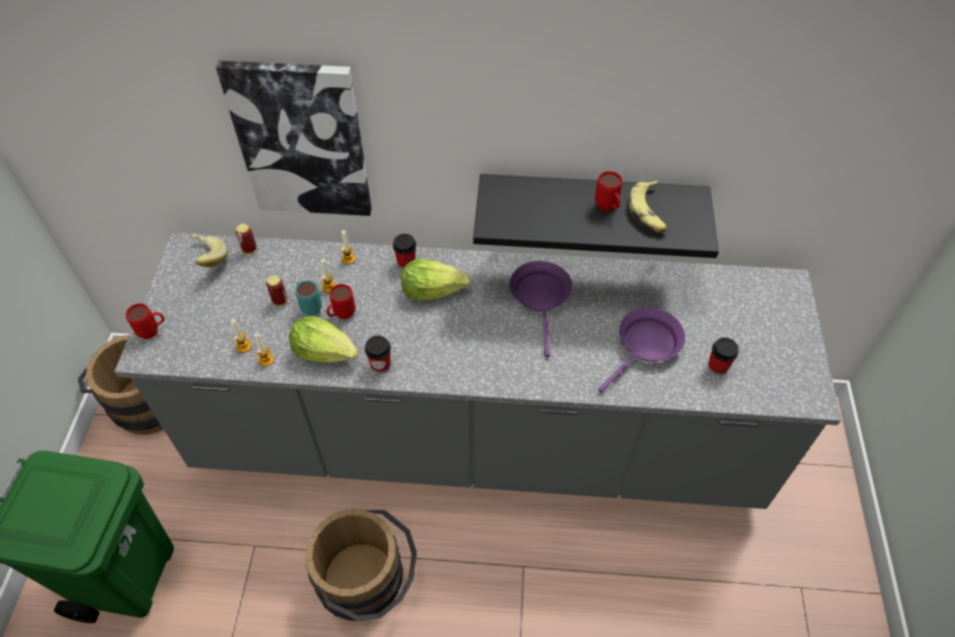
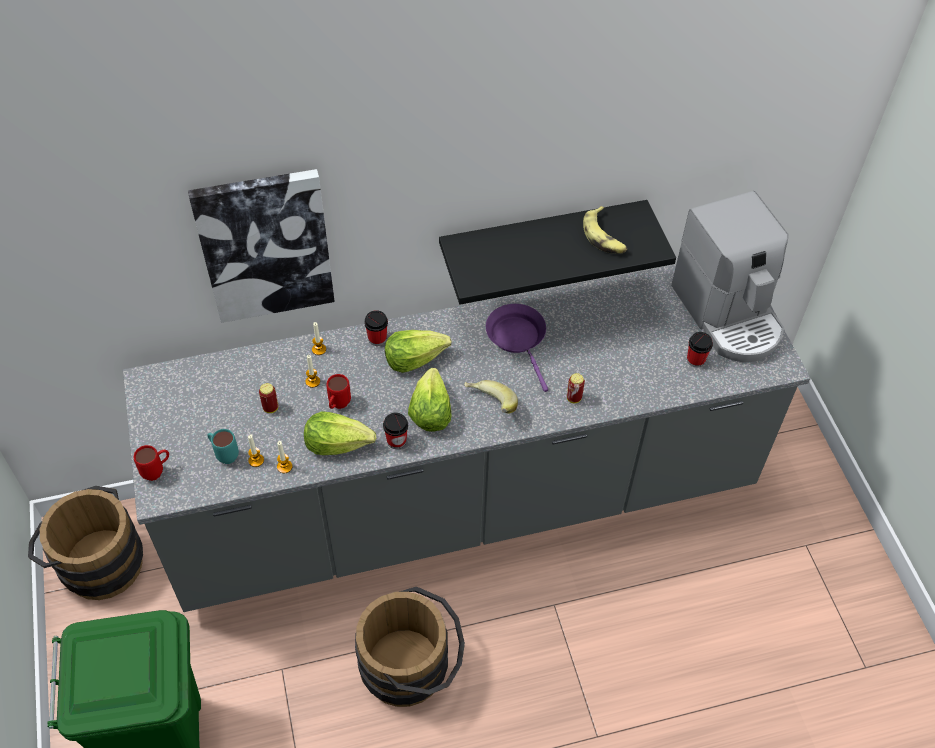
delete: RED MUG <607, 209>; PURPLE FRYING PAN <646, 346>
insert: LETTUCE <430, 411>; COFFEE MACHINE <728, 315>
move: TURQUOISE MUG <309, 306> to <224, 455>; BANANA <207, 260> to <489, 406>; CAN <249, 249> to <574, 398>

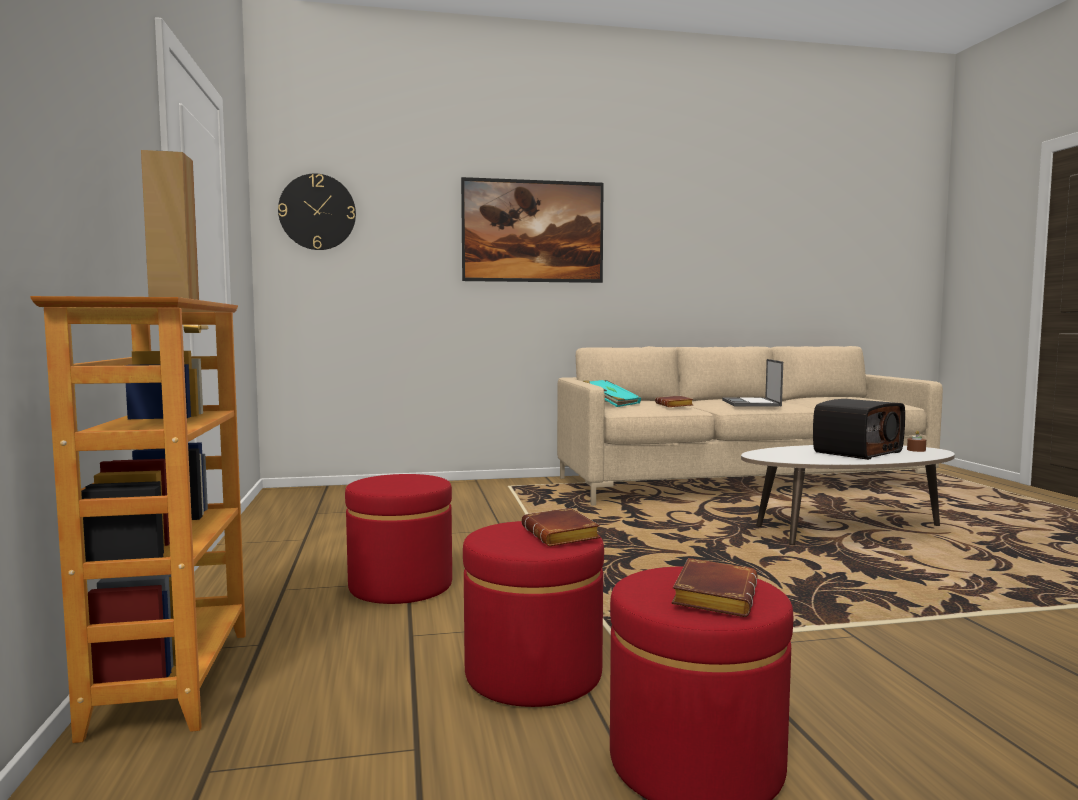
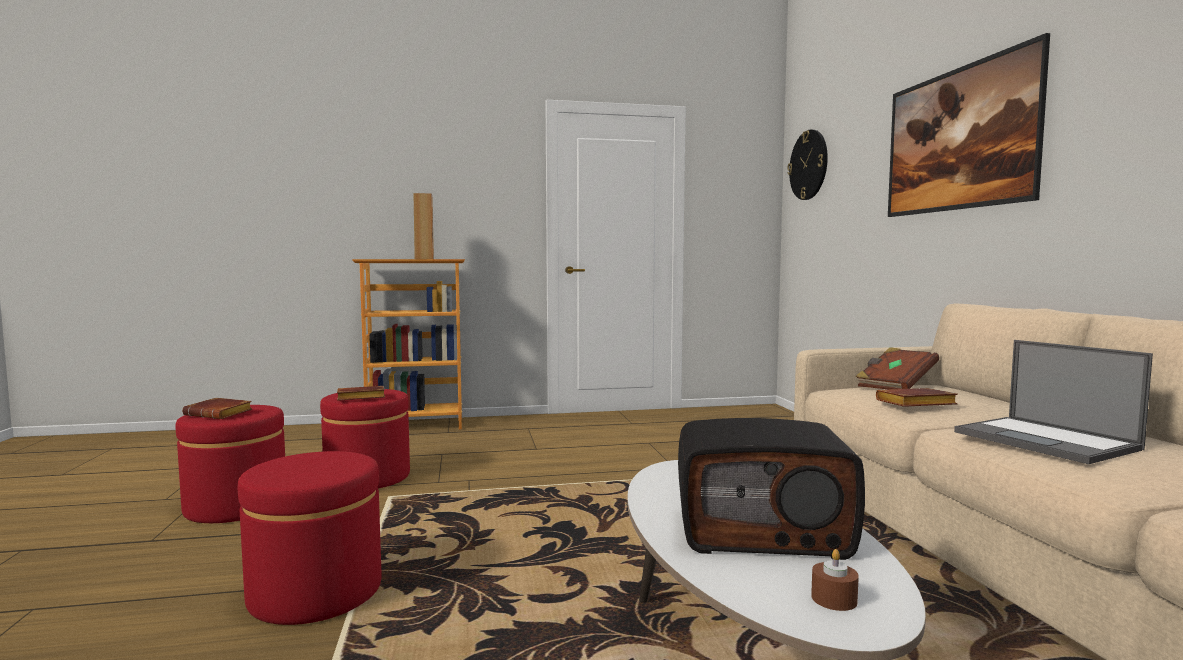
move: RED OTTOMAN <400, 586> to <316, 592>
recolor: TURQUOISE BOOK <610, 404> to BROWN BOOK <895, 385>
rotate: RADIO <856, 452> = <762, 531> 45 degrees counterclockwise; LAPTOP <751, 403> = <1047, 441> 120 degrees counterclockwise

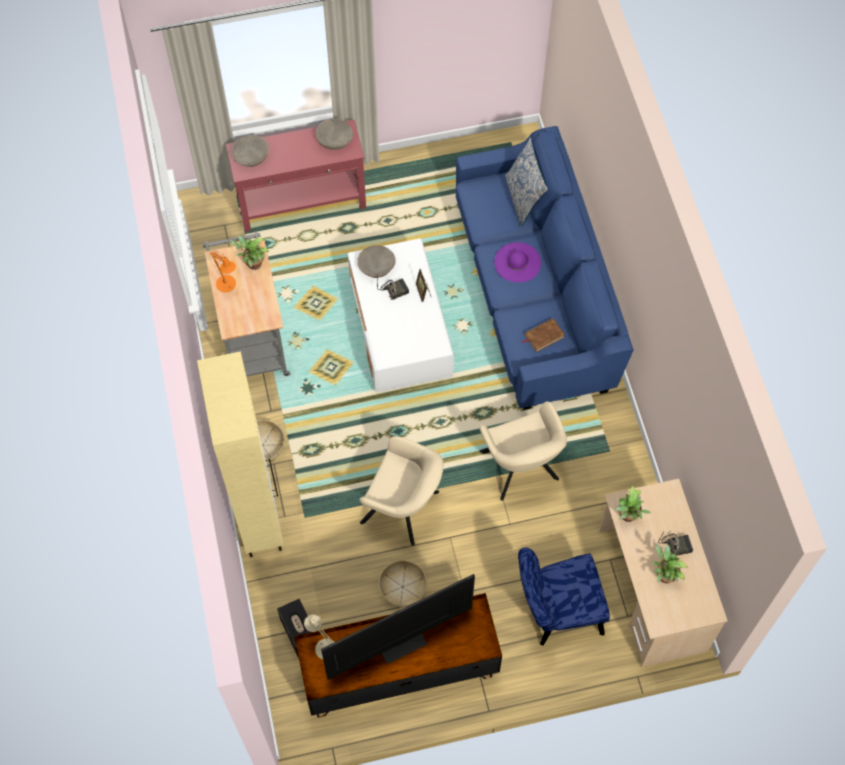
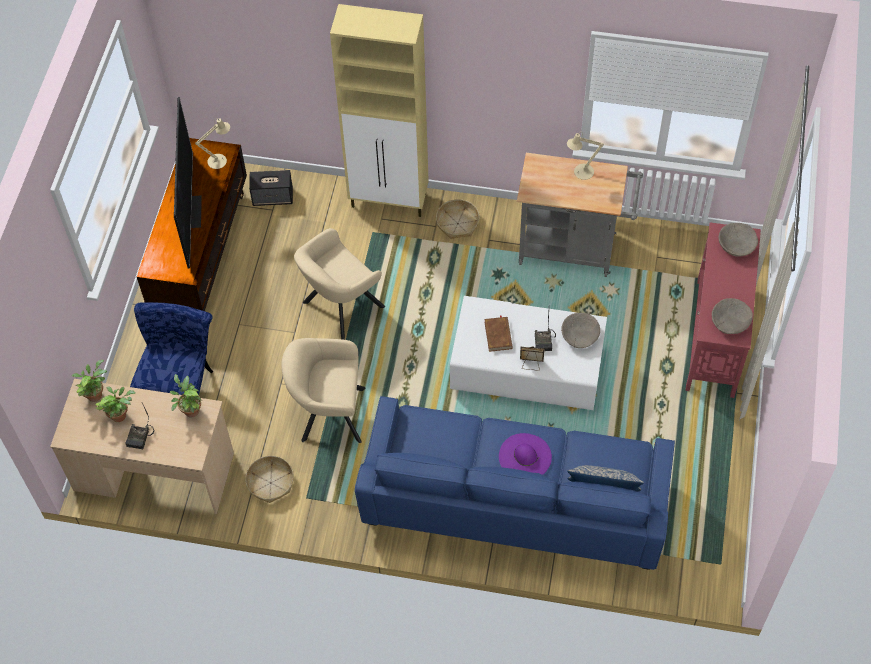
move: POTTED PLANT <252, 264> to <95, 393>; BASKET <402, 586> to <271, 482>; BROWN BOOK <544, 336> to <498, 335>
recolor: ORANGE TABLE LAMP <227, 285> to BEIGE TABLE LAMP <581, 172>

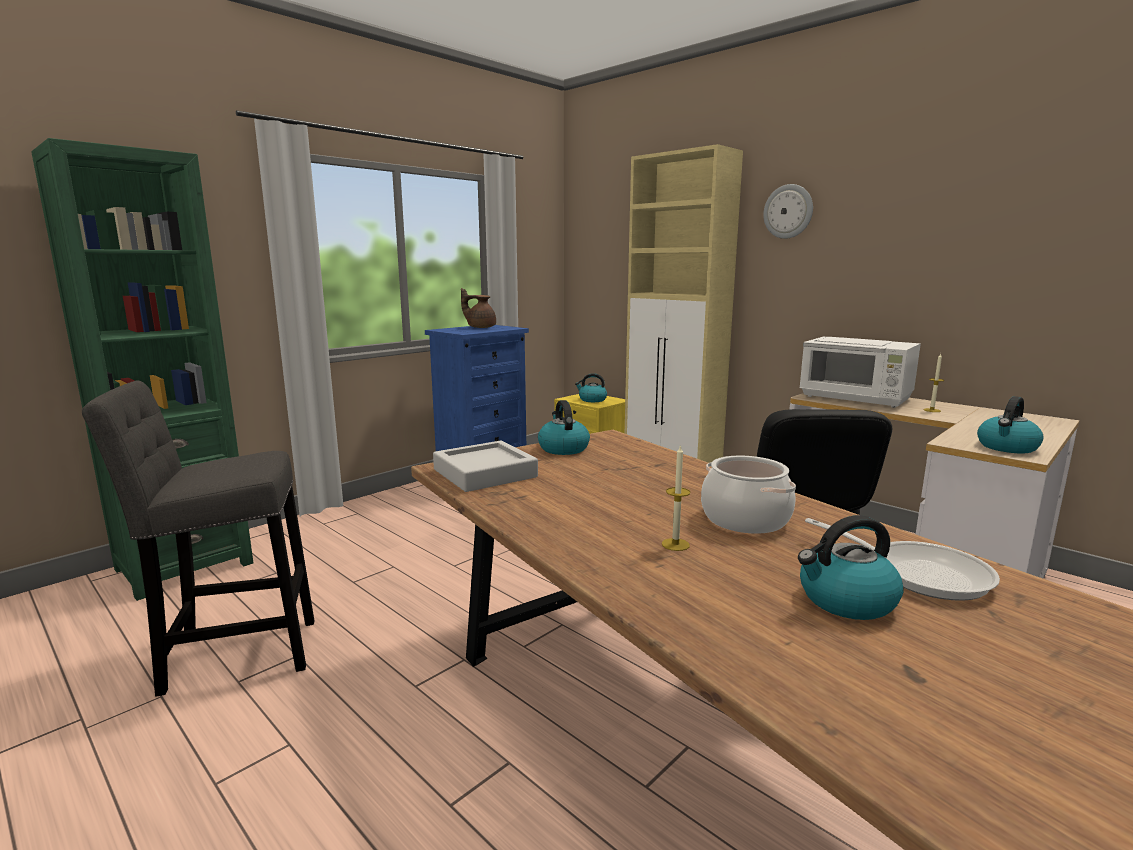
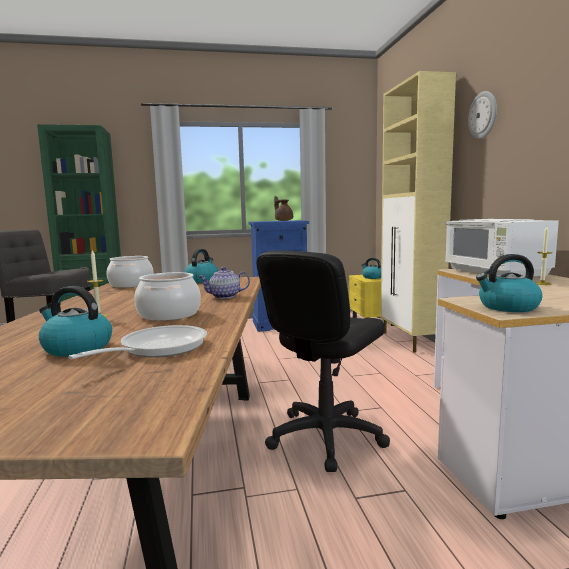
insert: TEAPOT <224, 296>
replace: GREY TRAY <485, 473> to COOKING POT <131, 284>
rotate: FRYING PAN <918, 573> = <157, 349> 135 degrees counterclockwise

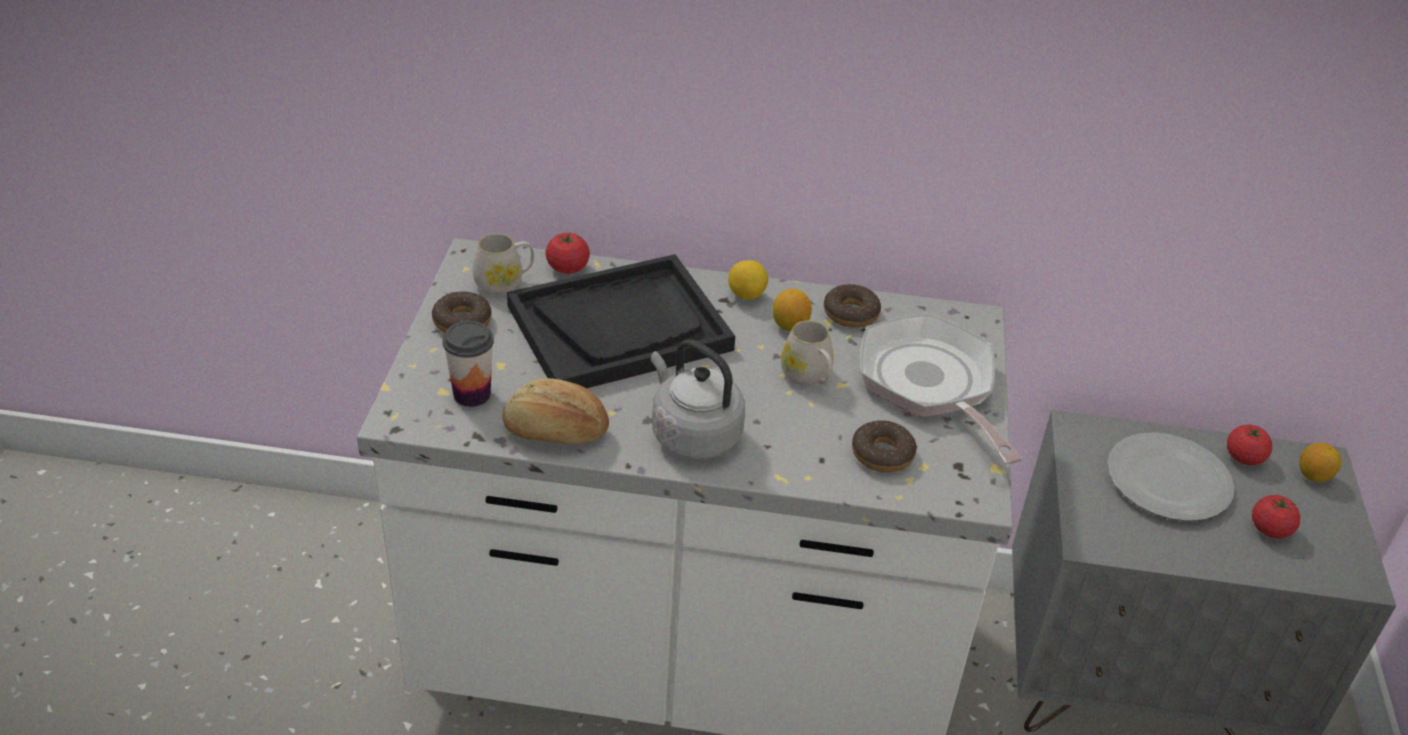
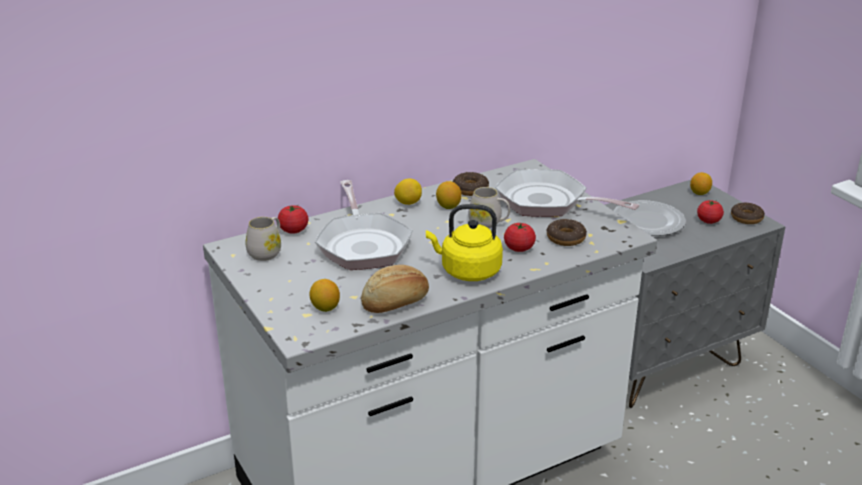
move: TOMATO <1244, 457> to <519, 248>; DONUT <462, 321> to <746, 218>
replace: CUP <472, 394> to LEMON <325, 308>; BLACK TRAY <619, 328> to FRYING PAN <363, 244>
recolor: GREY KETTLE <692, 434> to YELLOW KETTLE <467, 271>

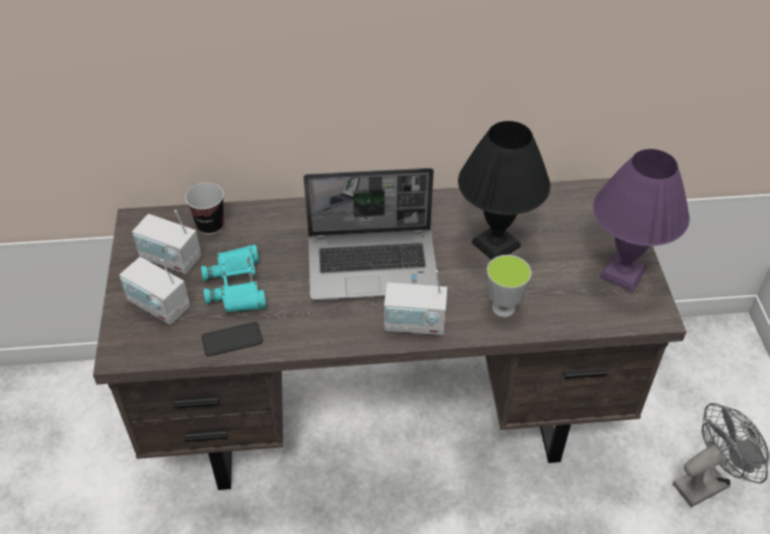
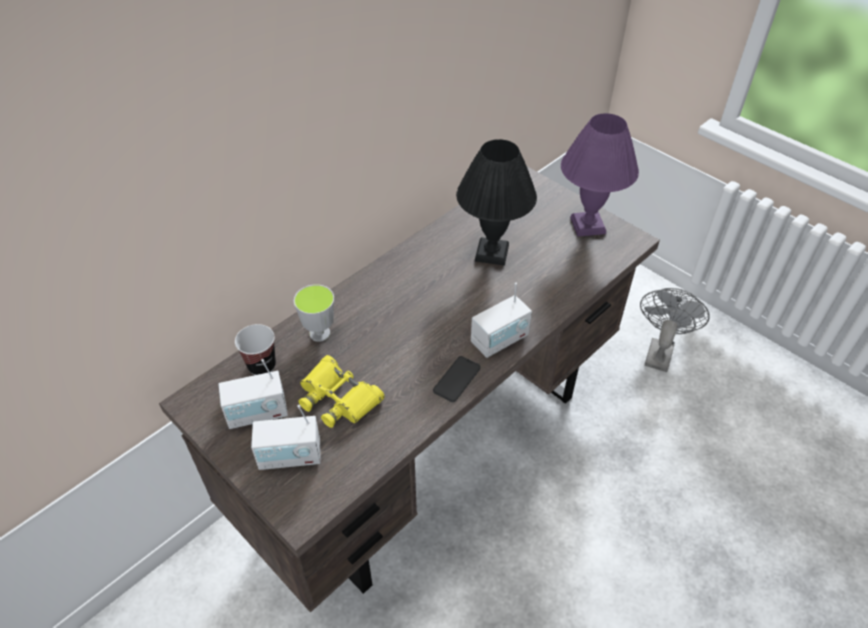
delete: LAPTOP <374, 264>
move: CUP <503, 308> to <320, 333>; PHONE <232, 339> to <457, 379>
recolor: TURQUOISE BINOCULARS <237, 285> to YELLOW BINOCULARS <338, 397>

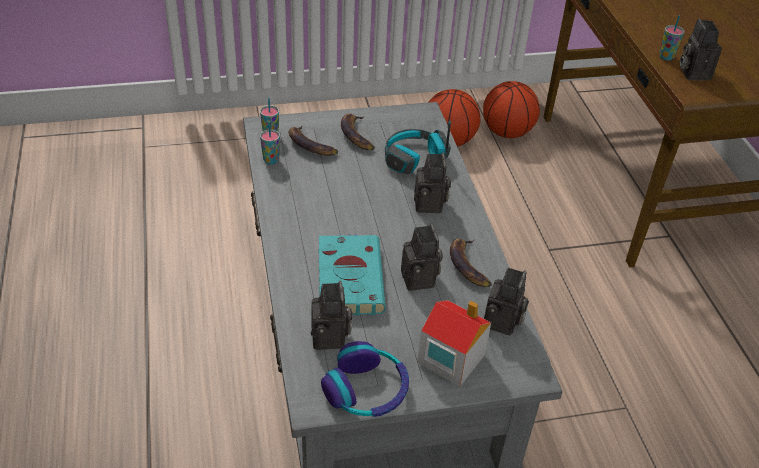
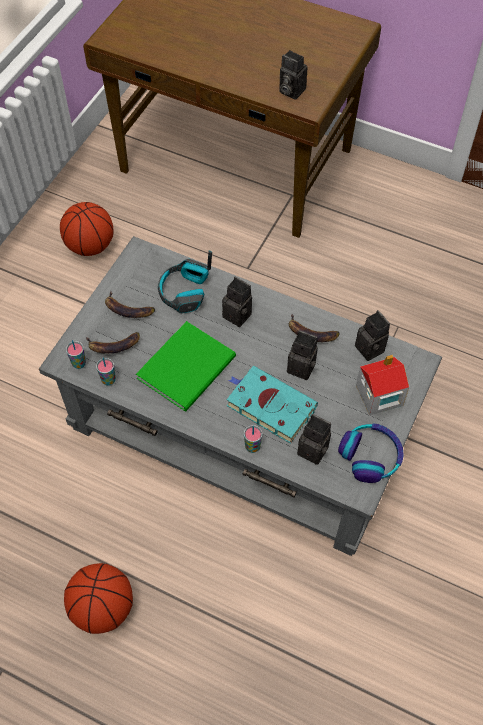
insert: GREEN BOOK <190, 367>
move: BASKETBALL <507, 132> to <103, 608>; CUP <666, 57> to <252, 447>

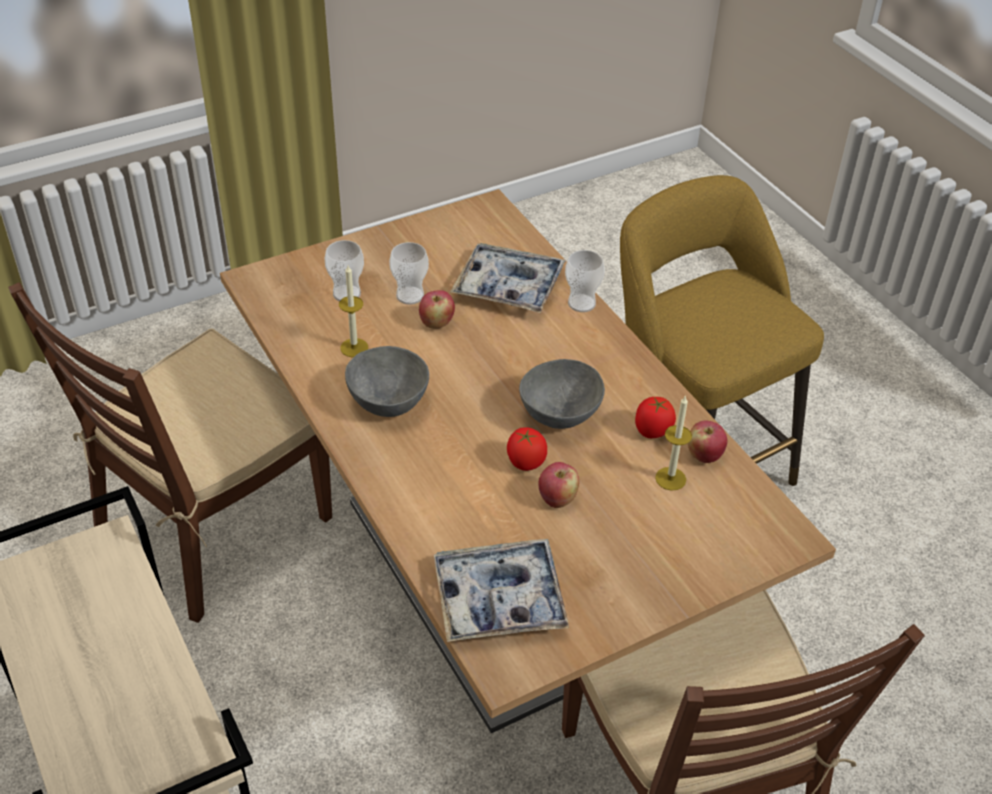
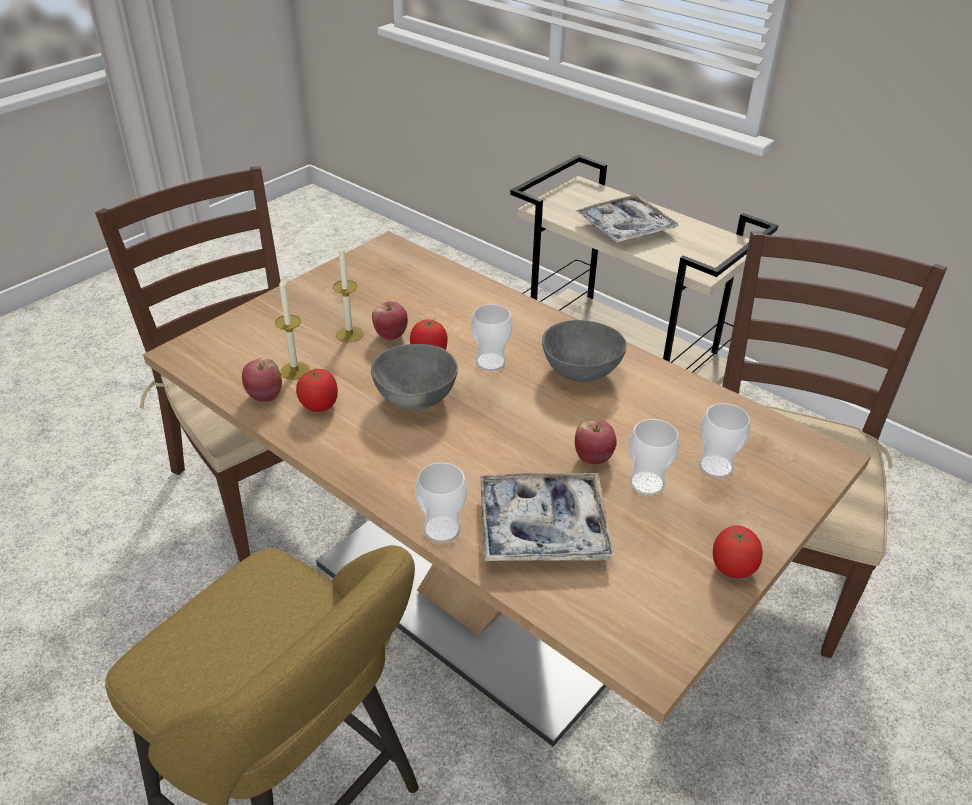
insert: CUP <490, 362>; TOMATO <732, 567>
move: CANDLE <354, 347> to <349, 334>; TRAY <499, 599> to <625, 228>

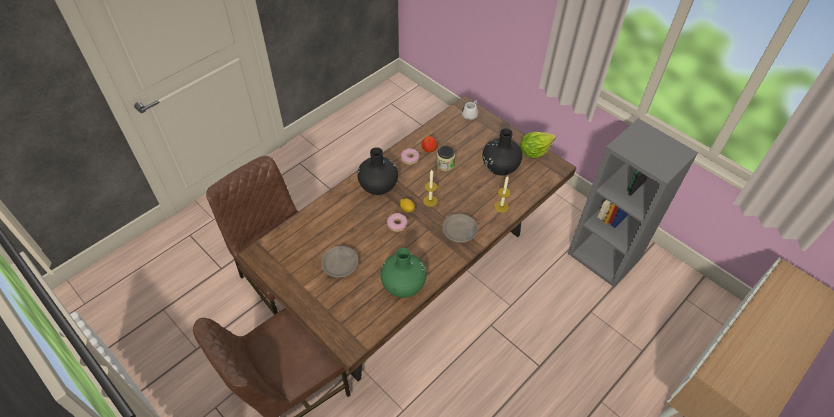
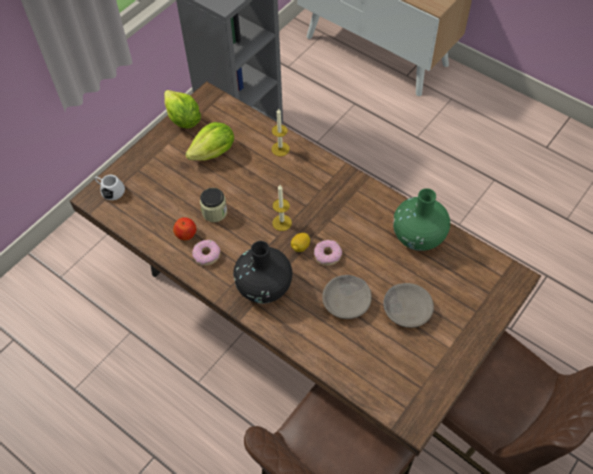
move: GREY BOWL <460, 232> to <347, 301>
replace: BLACK VASE <500, 167> to LETTUCE <214, 153>

